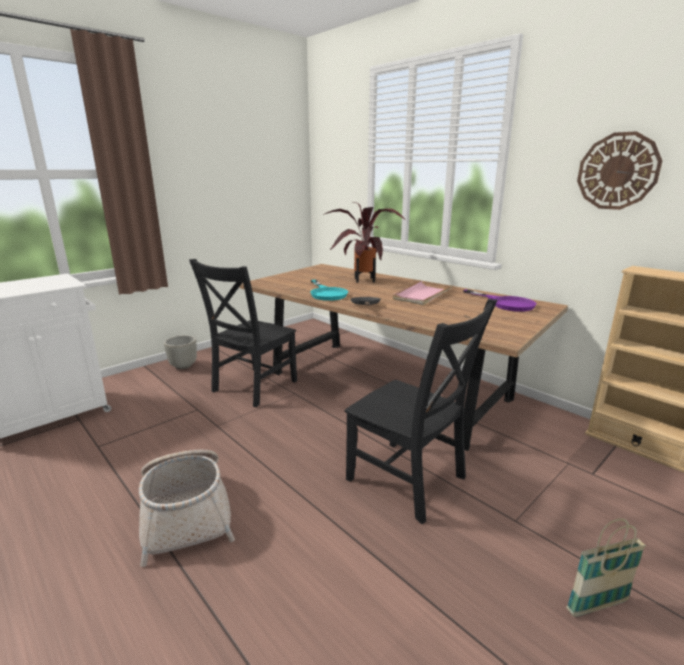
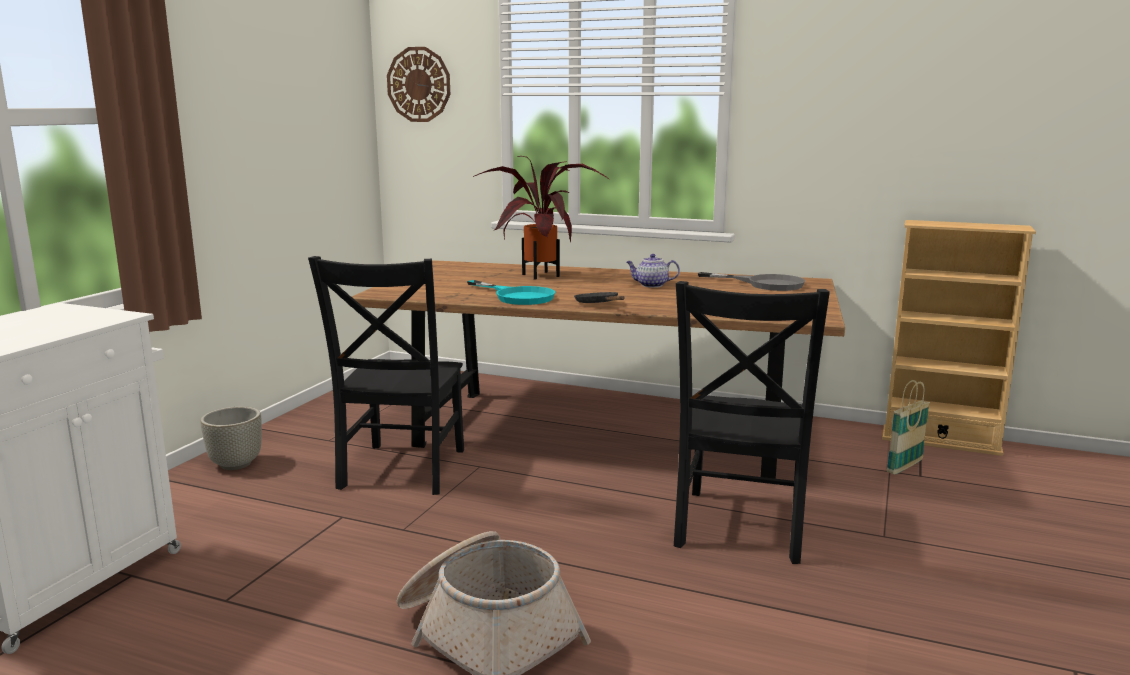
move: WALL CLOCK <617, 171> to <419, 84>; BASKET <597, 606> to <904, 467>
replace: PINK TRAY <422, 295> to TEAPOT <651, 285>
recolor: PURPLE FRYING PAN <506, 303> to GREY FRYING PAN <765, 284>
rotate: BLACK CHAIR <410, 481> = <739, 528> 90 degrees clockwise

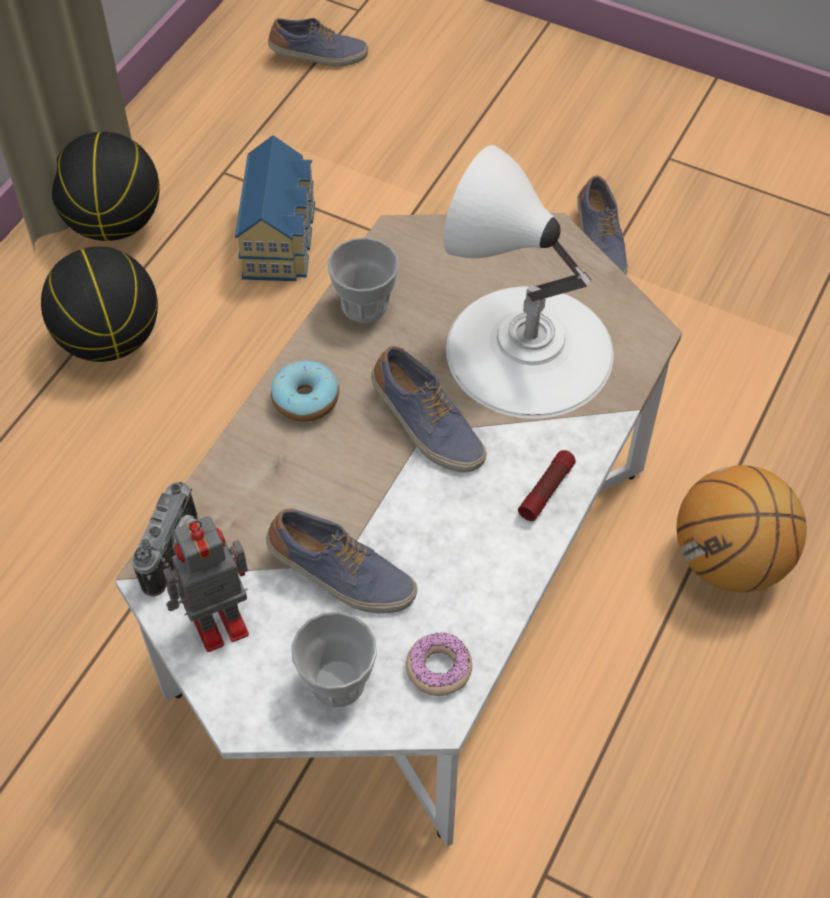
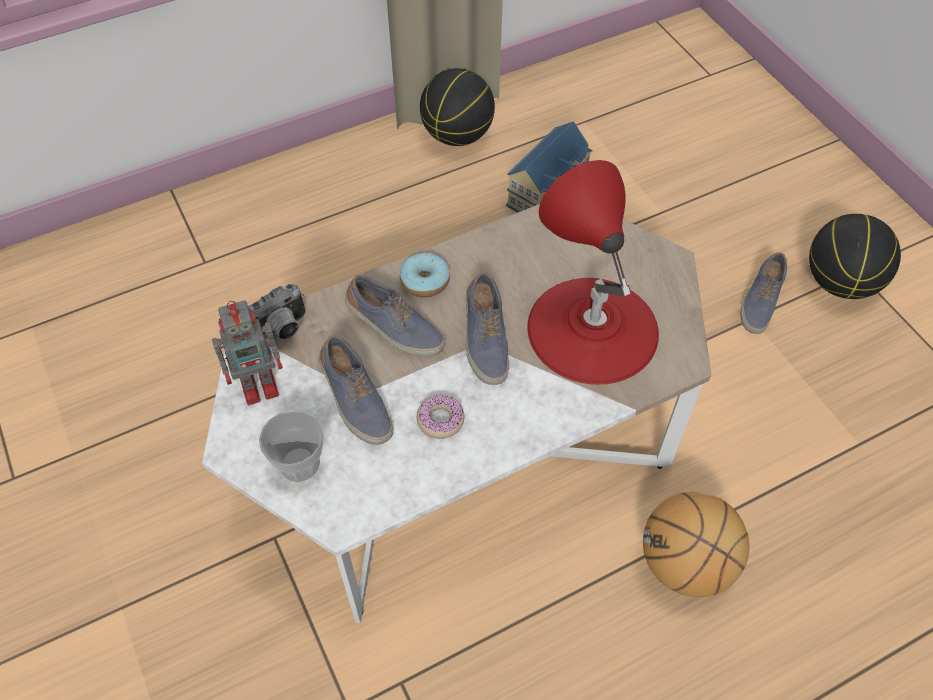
delete: CUP <364, 304>; FLASHLIGHT <546, 490>
move: SHOE <319, 56> to <394, 329>; DONUT <439, 668> to <440, 420>; BASKETBALL <110, 339> to <840, 282>
recolor: WHITE TABLE LAMP <528, 350> to RED TABLE LAMP <592, 329>
rotate: TOY ROBOT <215, 623> = <261, 384> 150 degrees clockwise

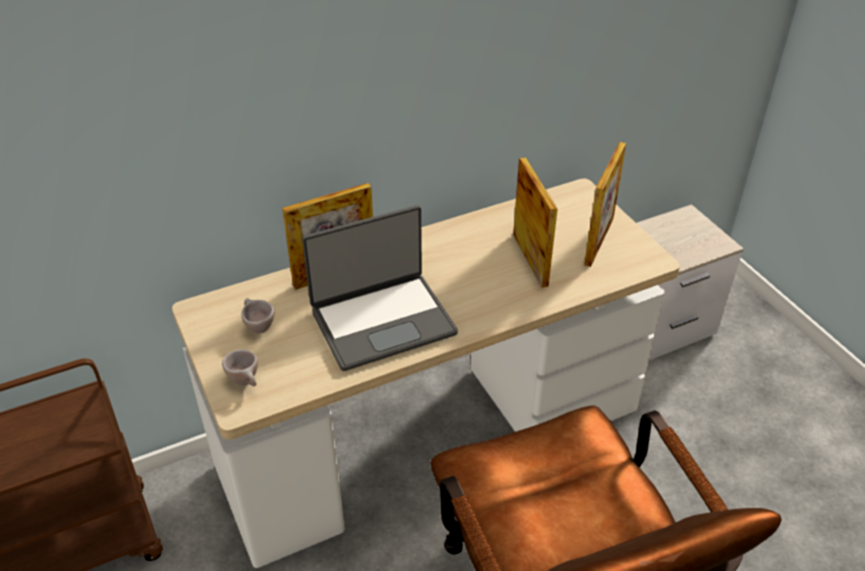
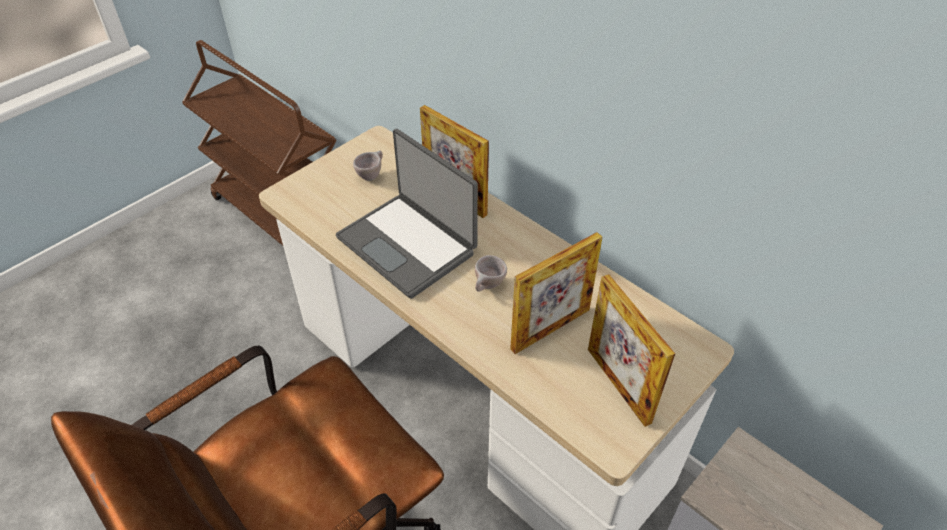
move: BEIGE CUP <246, 382> to <488, 287>
rotate: PICTURE FRAME <599, 241> = <618, 385> 60 degrees clockwise

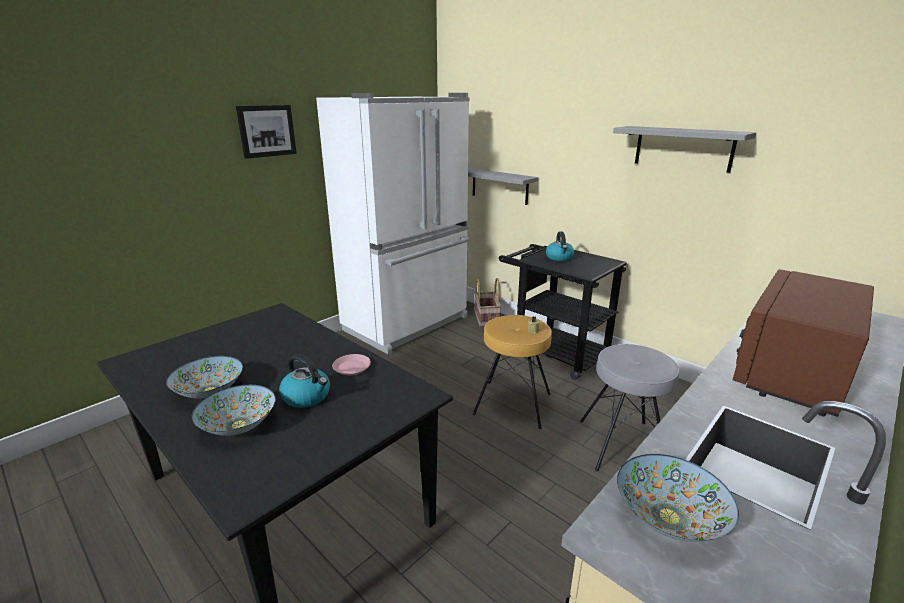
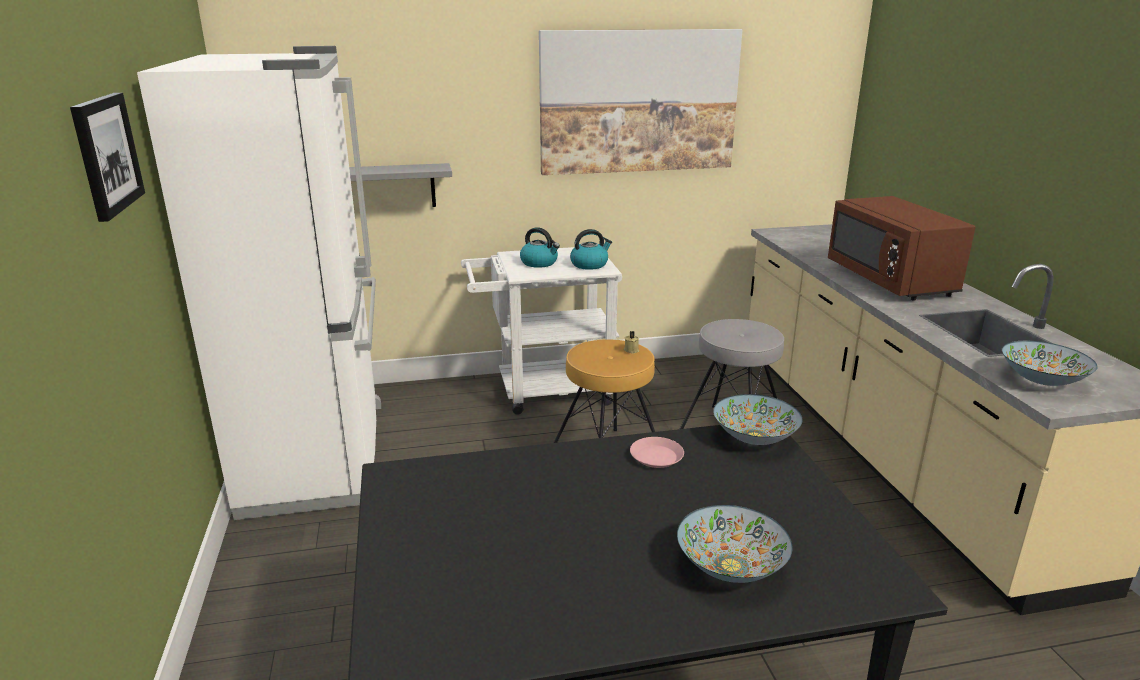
delete: BASKET <487, 319>
move: KETTLE <307, 396> to <589, 264>; BOWL <209, 391> to <754, 437>
replace: GREY SHELF <683, 148> to PICTURE <638, 102>
recolor: BLACK CART <553, 352> to WHITE CART <544, 391>

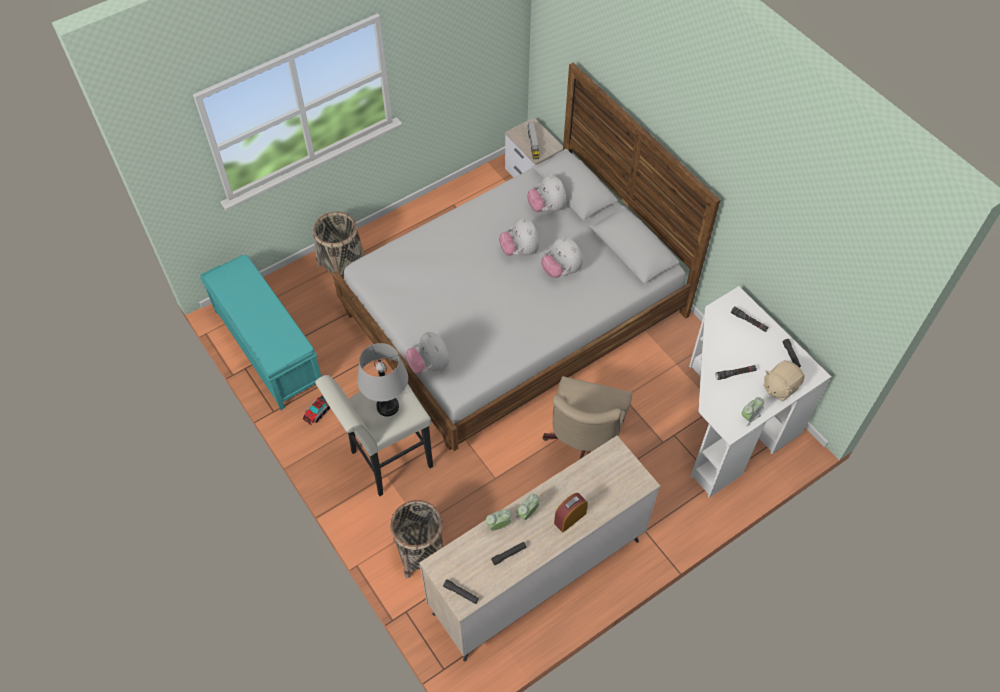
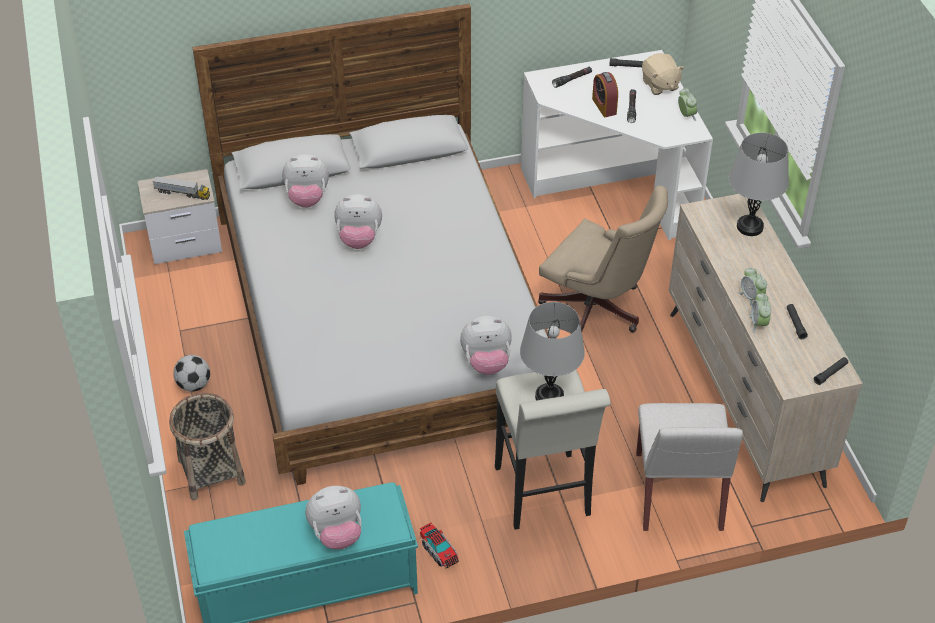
insert: FOOTBALL <193, 385>; GREY TABLE LAMP <749, 227>
move: PLUSH TOY <561, 270> to <337, 533>; ALARM CLOCK <570, 518> to <604, 106>
replace: BASKET <420, 551> to WHITE CHAIR <679, 493>

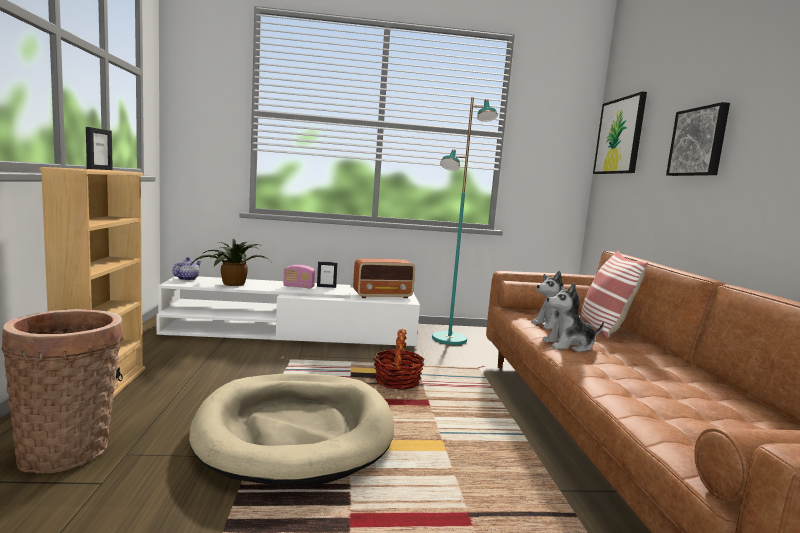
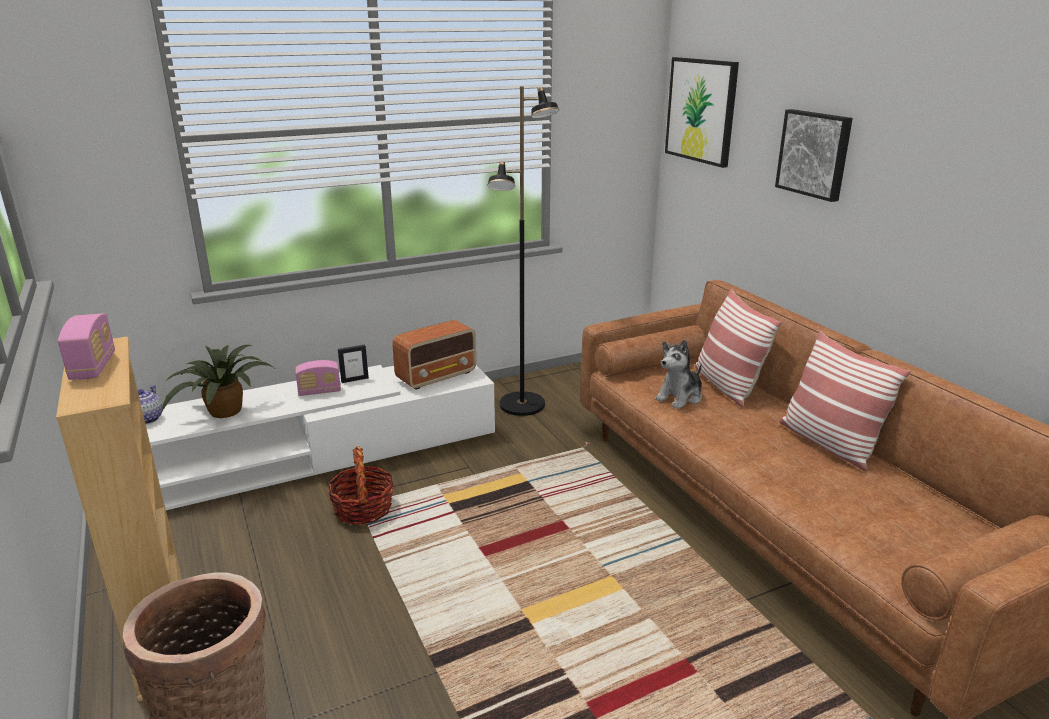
delete: BEIGE DOG BED <295, 431>; PLUSH TOY <569, 345>
insert: PILLOW <828, 443>
move: BASKET <397, 381> to <363, 509>
replace: PICTURE FRAME <99, 169> to RADIO <93, 367>
recolor: TURQUOISE FLOOR LAMP <449, 339> to BLACK FLOOR LAMP <522, 405>

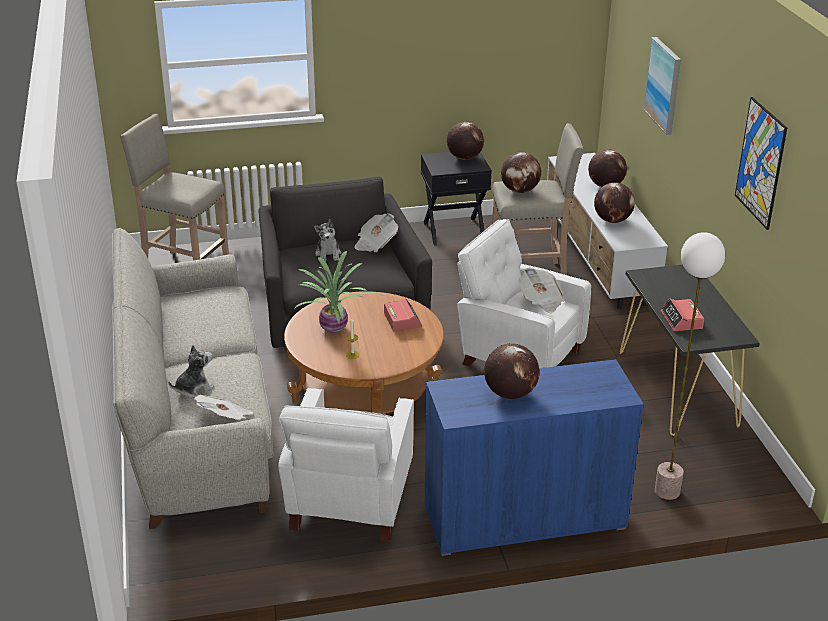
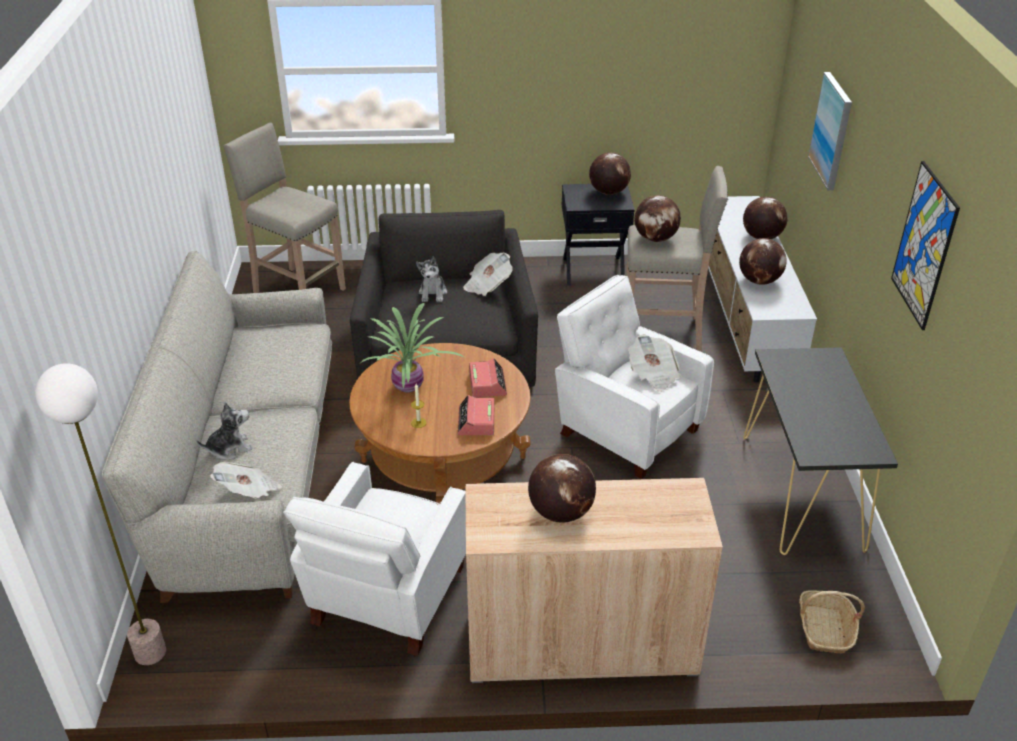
insert: BASKET <825, 629>
move: FLOOR LAMP <666, 491> to <149, 652>; ALARM CLOCK <681, 320> to <476, 422>
recolor: BLUE CABINET <524, 517> to BEIGE CABINET <581, 643>

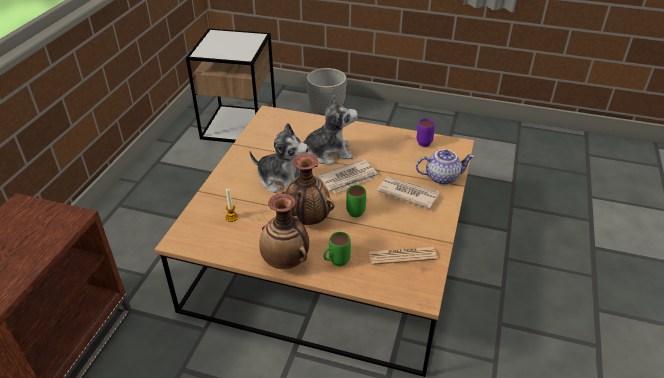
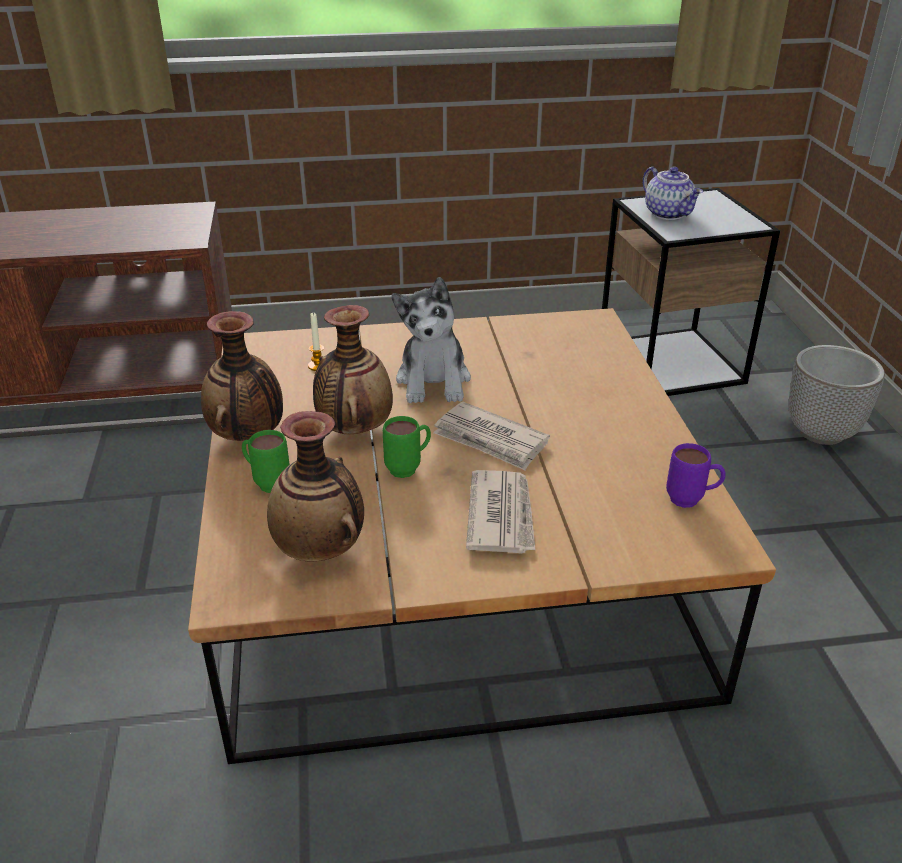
delete: PLUSH TOY <328, 153>
move: TEAPOT <442, 177> to <669, 214>
replace: NEWSPAPER <402, 256> to VASE <321, 550>

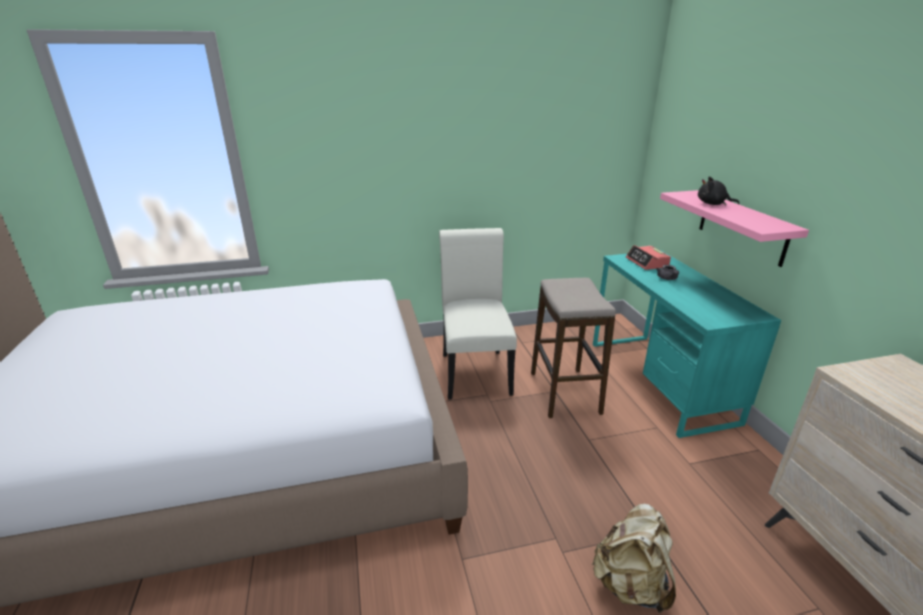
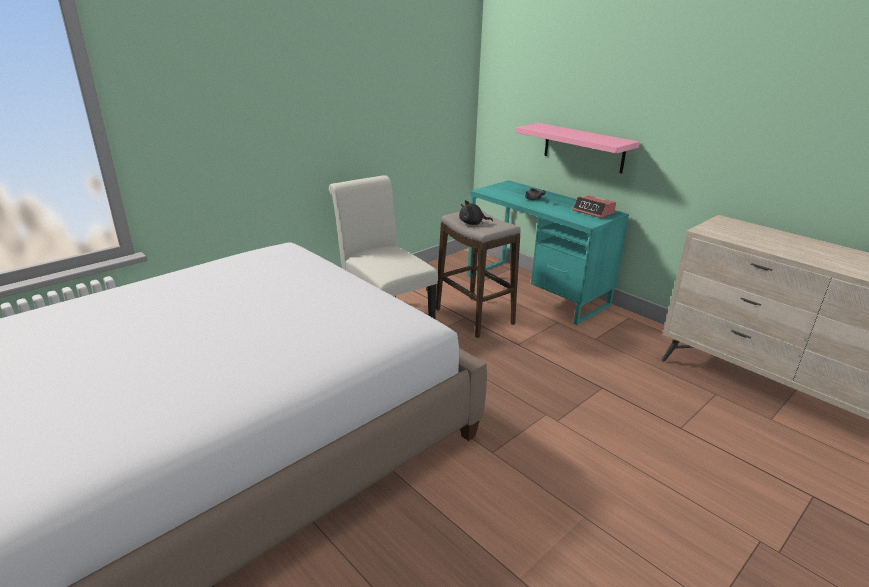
delete: BEIGE BACKPACK <630, 584>
move: BLACK PLUSH TOY <713, 204> to <473, 223>; ALARM CLOCK <647, 263> to <593, 211>

